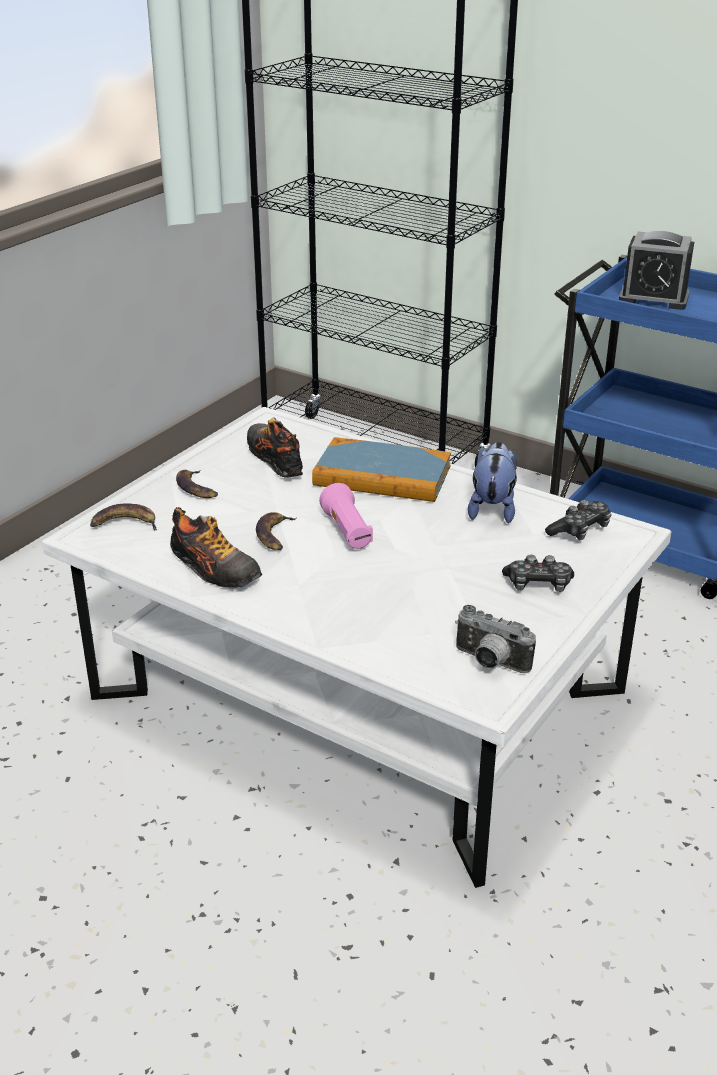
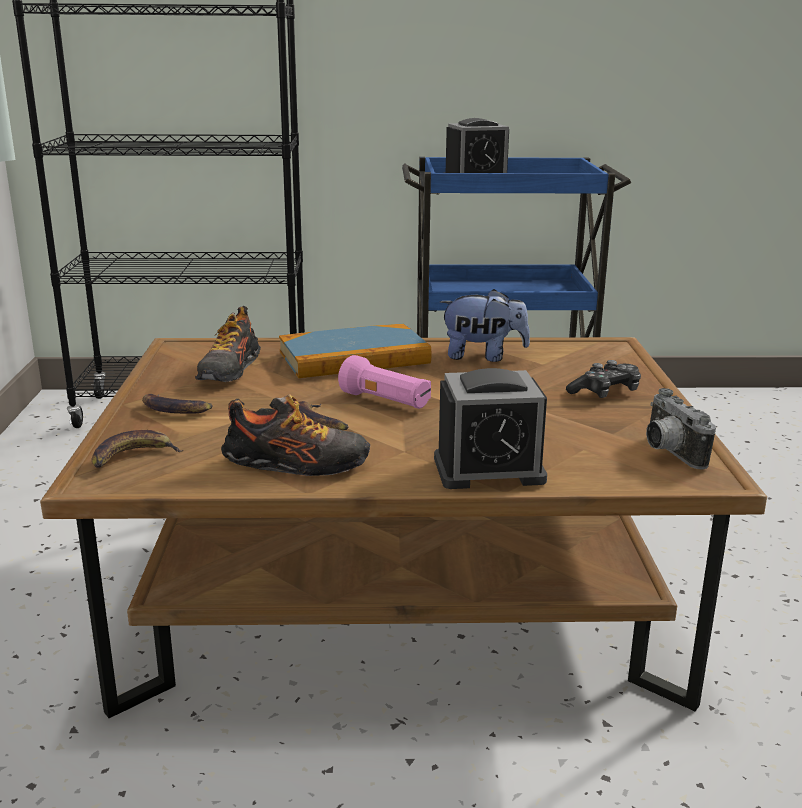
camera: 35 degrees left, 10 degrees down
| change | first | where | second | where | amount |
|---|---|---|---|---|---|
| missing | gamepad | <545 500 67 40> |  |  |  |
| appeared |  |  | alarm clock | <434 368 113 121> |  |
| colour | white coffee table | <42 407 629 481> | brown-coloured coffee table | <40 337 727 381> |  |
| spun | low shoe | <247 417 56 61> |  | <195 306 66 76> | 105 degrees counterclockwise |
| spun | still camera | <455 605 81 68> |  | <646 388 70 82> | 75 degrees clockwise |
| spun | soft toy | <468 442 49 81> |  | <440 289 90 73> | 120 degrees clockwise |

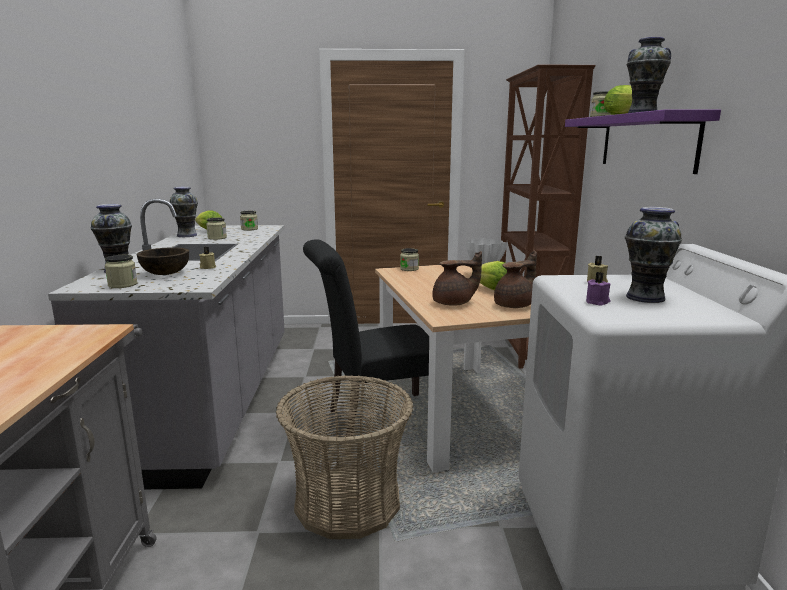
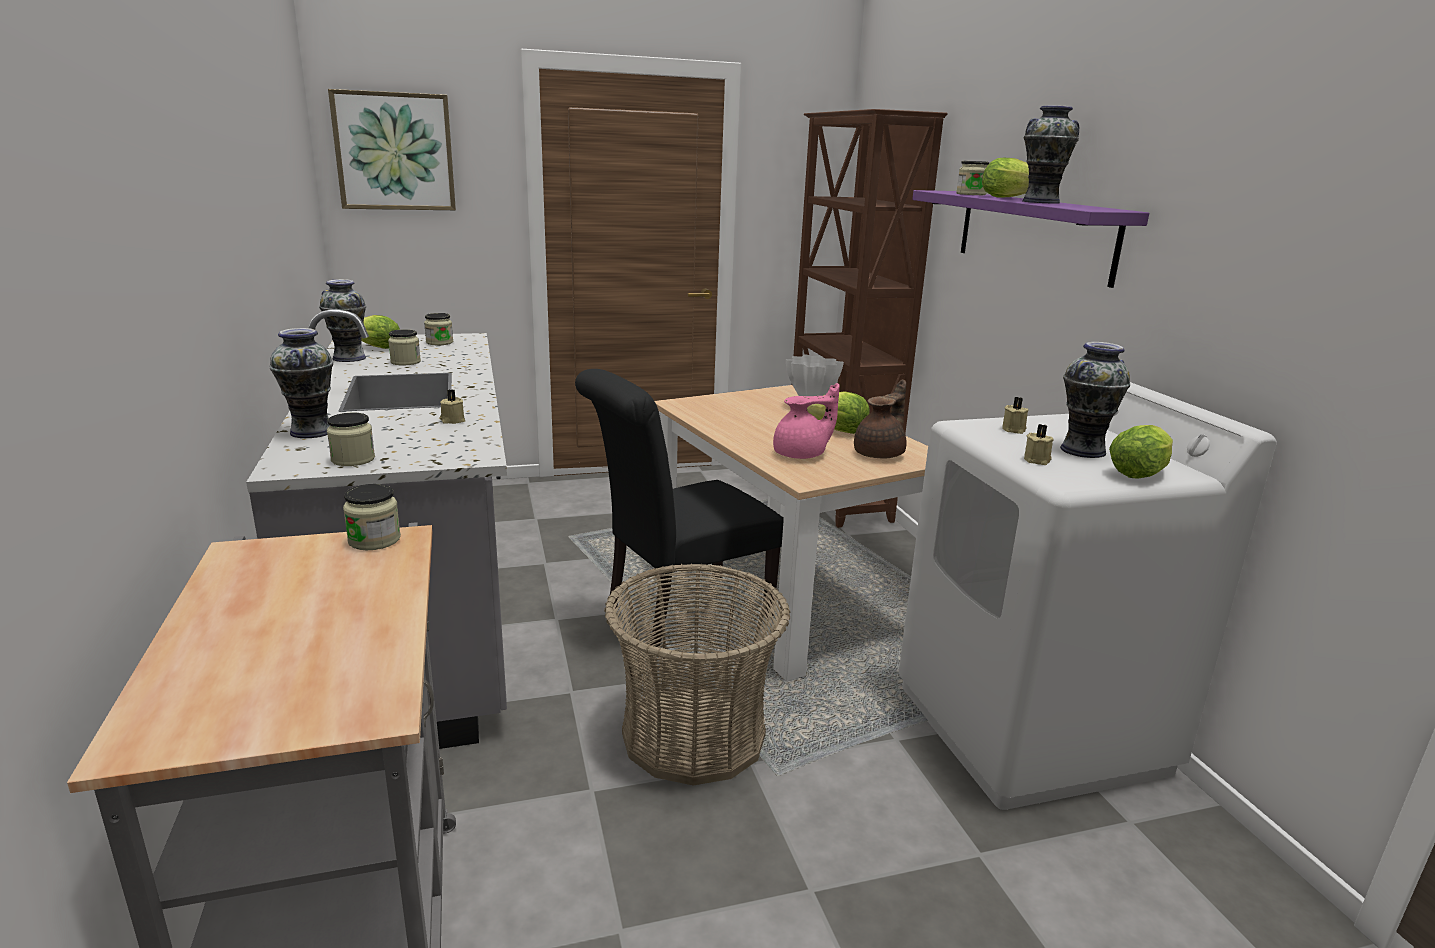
camera: 15 degrees left, 5 degrees up
| change | first | where | second | where | amount |
|---|---|---|---|---|---|
| missing | brown-coloured serving bowl | <136 247 53 28> |  |  |  |
| appeared |  |  | wall art | <328 89 128 121> |  |
| appeared |  |  | lettuce | <1109 425 64 54> |  |
| relocated | jar | <400 248 19 23> |  | <343 484 58 66> |  |
| colour | brown-coloured pot for tea | <432 251 50 55> | pink-coloured pot for tea | <773 383 66 76> |  |
| colour | purple-coloured wax candle | <586 272 25 34> | beige-coloured wax candle | <1024 424 30 41> |  |

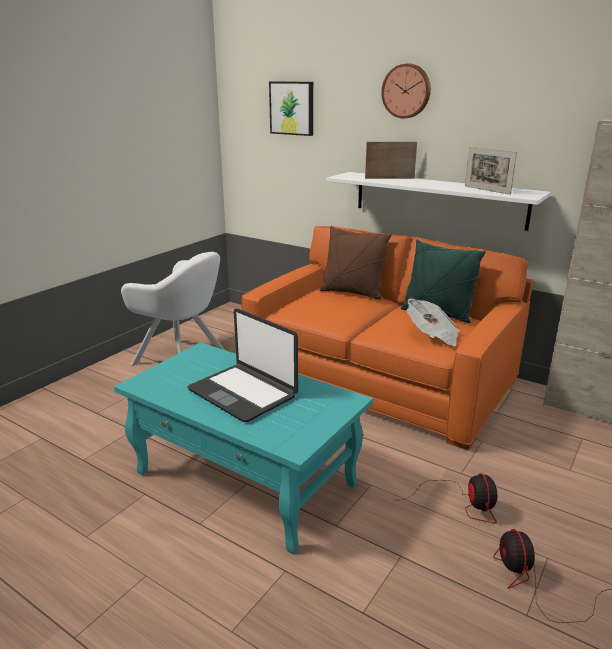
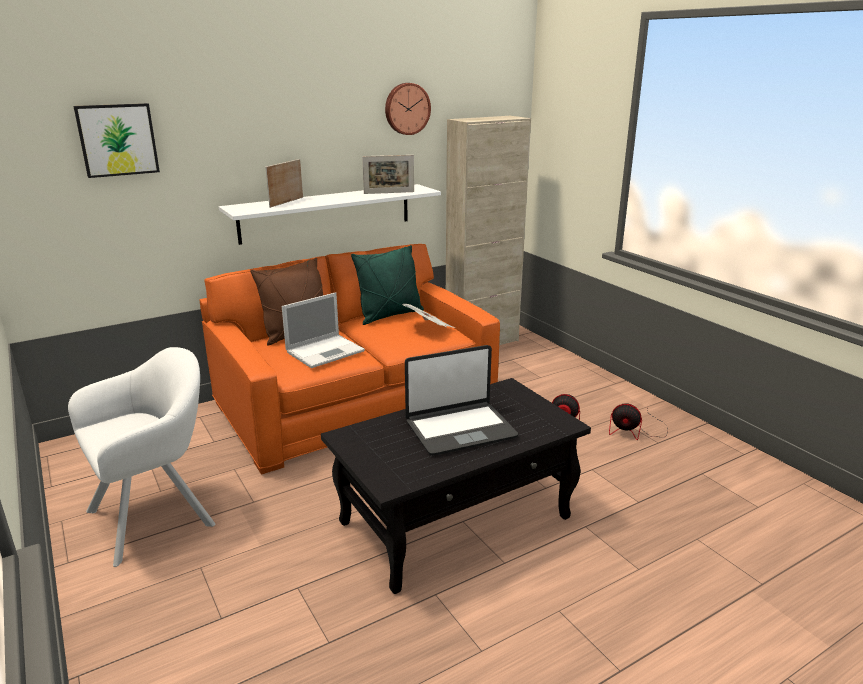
camera: 65 degrees left, 0 degrees up
| change | first | where | second | where | amount |
|---|---|---|---|---|---|
| appeared |  |  | laptop | <282 292 83 76> |  |
| relocated | hanging clock | <381 64 50 54> |  | <385 83 46 52> |  |
| colour | turquoise-coloured coffee table | <114 342 259 212> | black coffee table | <321 378 270 216> |  |

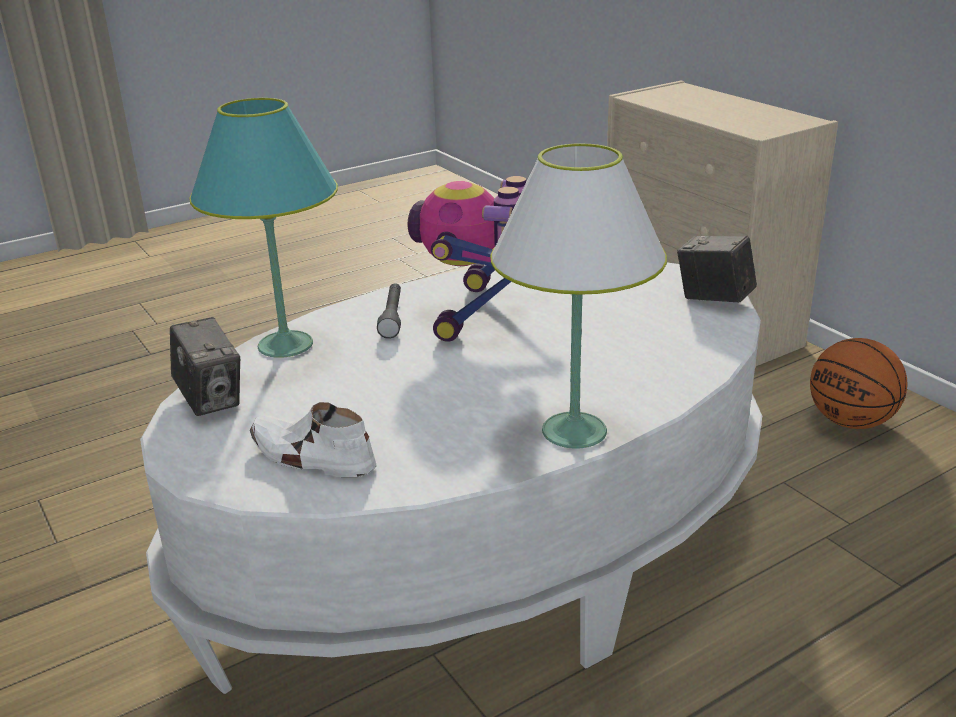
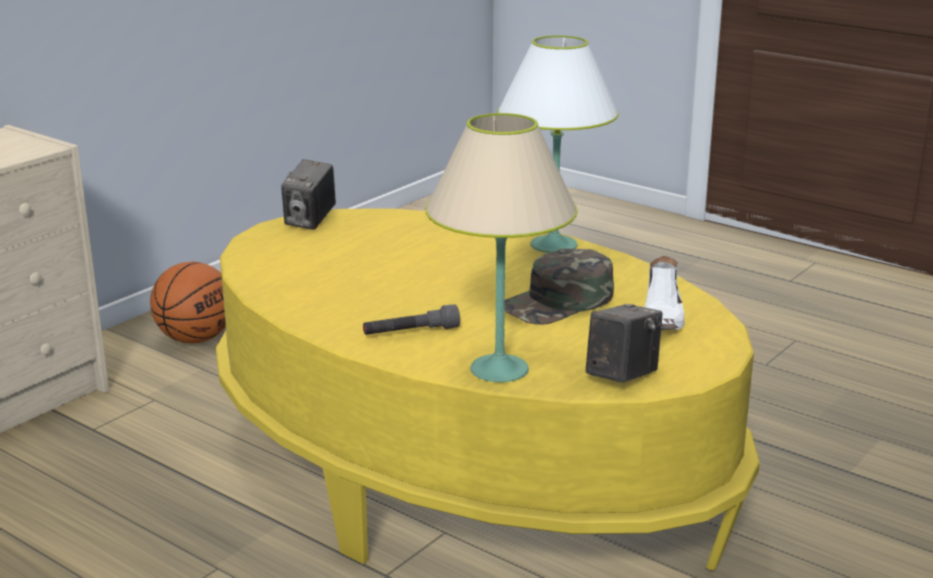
camera: 110 degrees left, 5 degrees down
| change | first | where | second | where | amount |
|---|---|---|---|---|---|
| missing | toy robot | <408 176 119 166> |  |  |  |
| appeared |  |  | greenish cap | <504 248 110 77> |  |
| colour | white coffee table | <140 262 622 432> | yellow-coloured coffee table | <216 208 544 362> |  |
| colour | turquoise-coloured tabletop lamp | <189 98 149 260> | beige-coloured tabletop lamp | <426 113 152 269> |  |

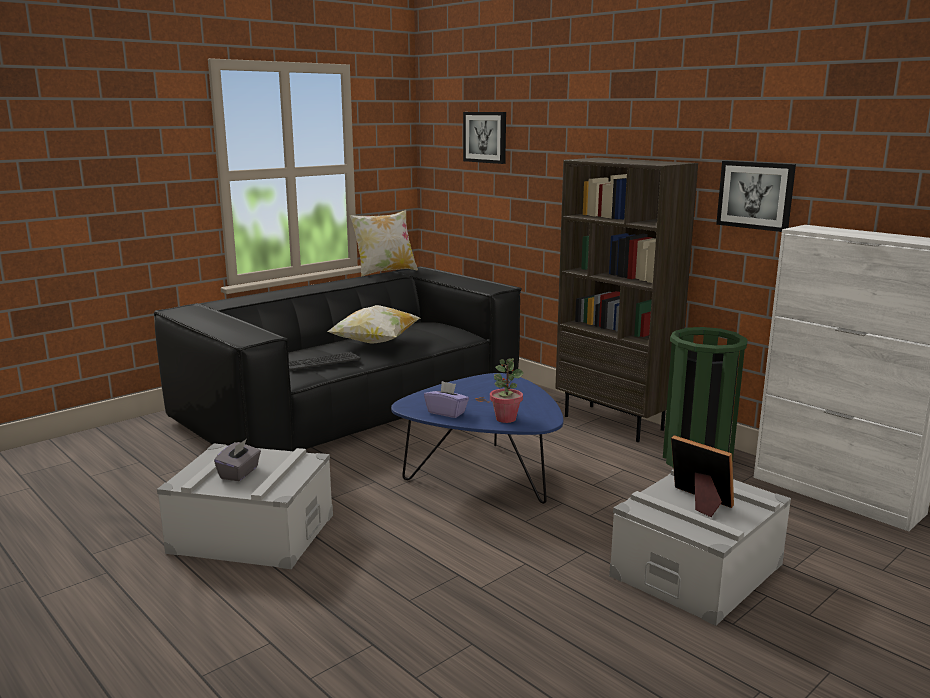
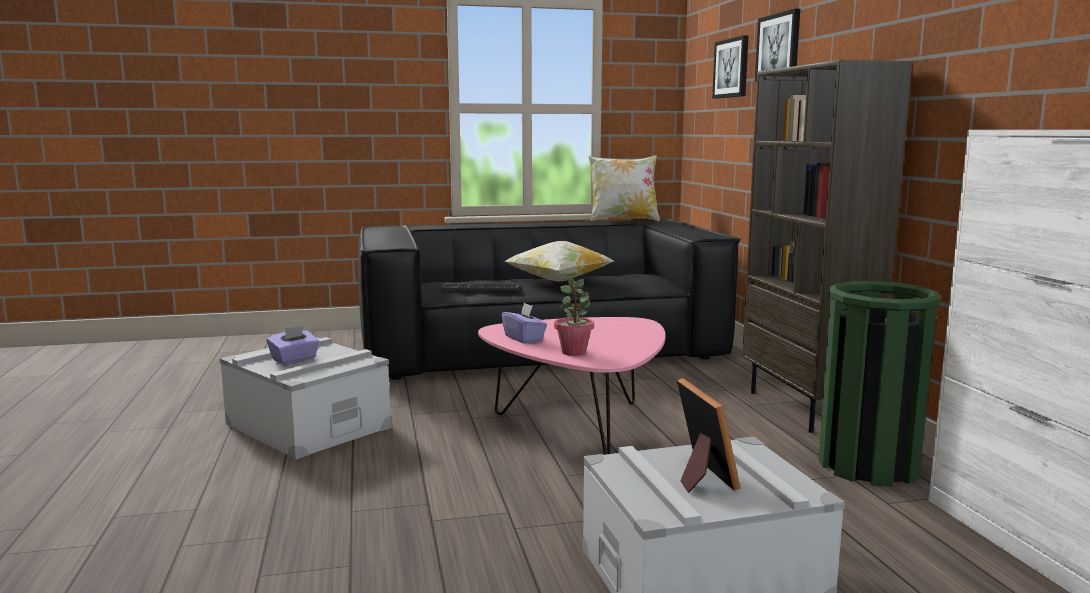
camera: 30 degrees right, 5 degrees down
| change | first | where | second | where | amount |
|---|---|---|---|---|---|
| relocated | wall art | <716 161 80 71> |  | <755 9 45 73> |  |
| colour | grey box of tissues | <214 439 47 42> | purple-coloured box of tissues | <267 325 53 39> |  |
| colour | blue coffee table | <391 373 172 131> | pink-coloured coffee table | <478 317 187 138> |  |

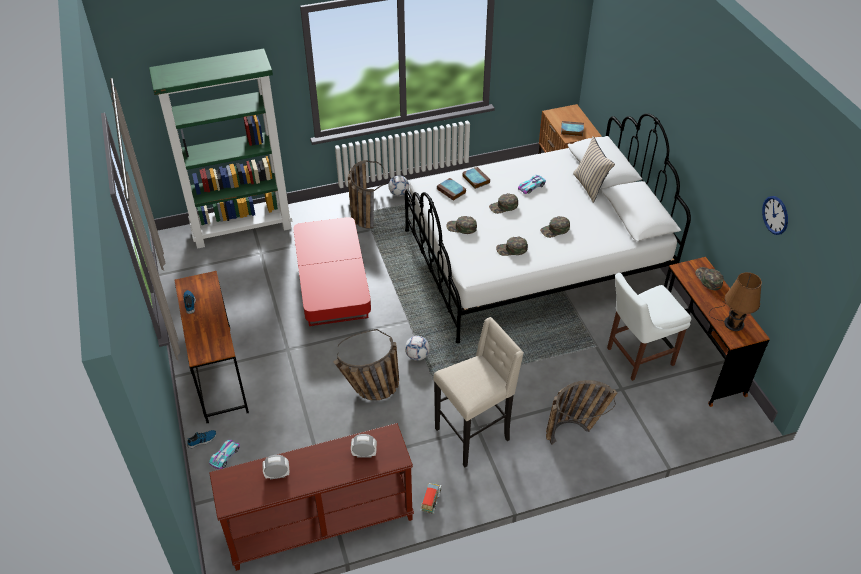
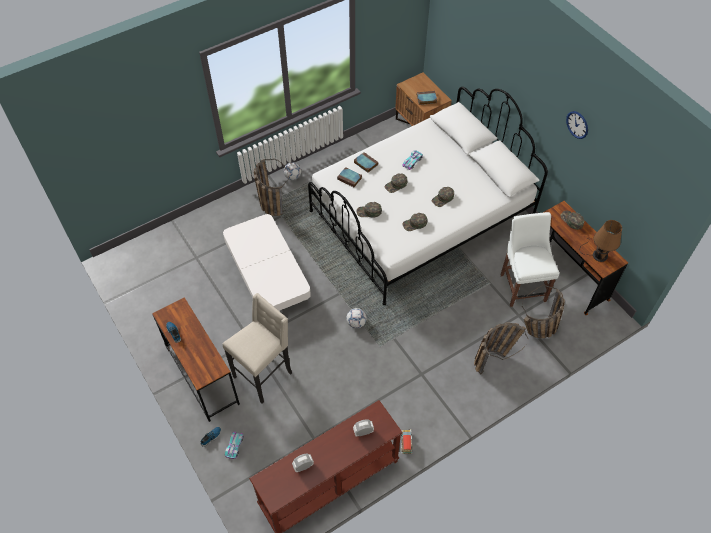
camera: 15 degrees left, 10 degrees up
| change | first | where | second | where | amount |
|---|---|---|---|---|---|
| missing | greenish bookcase | <149 49 143 200> |  |  |  |
| missing | beige-coloured cushion | <573 136 42 67> |  |  |  |
| relocated | basket | <333 329 66 72> |  | <522 285 43 53> |  |
| relocated | beige-coloured stool | <433 317 91 150> |  | <222 293 70 111> |  |
| relocated | hanging clock | <762 196 26 39> |  | <566 111 22 28> |  |
| colour | red-coloured coffee table | <293 217 78 109> | white coffee table | <223 214 88 97> |  |
| spun | white upright chair | <607 273 84 108> |  | <500 212 59 95> | 120 degrees clockwise |

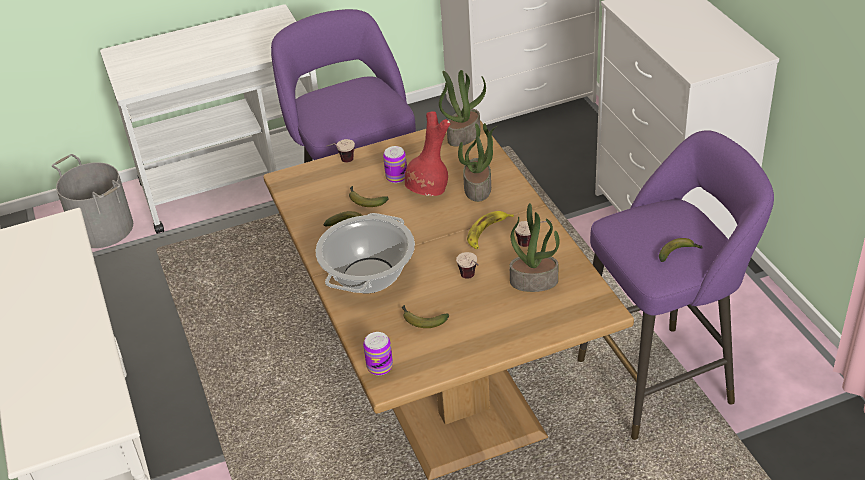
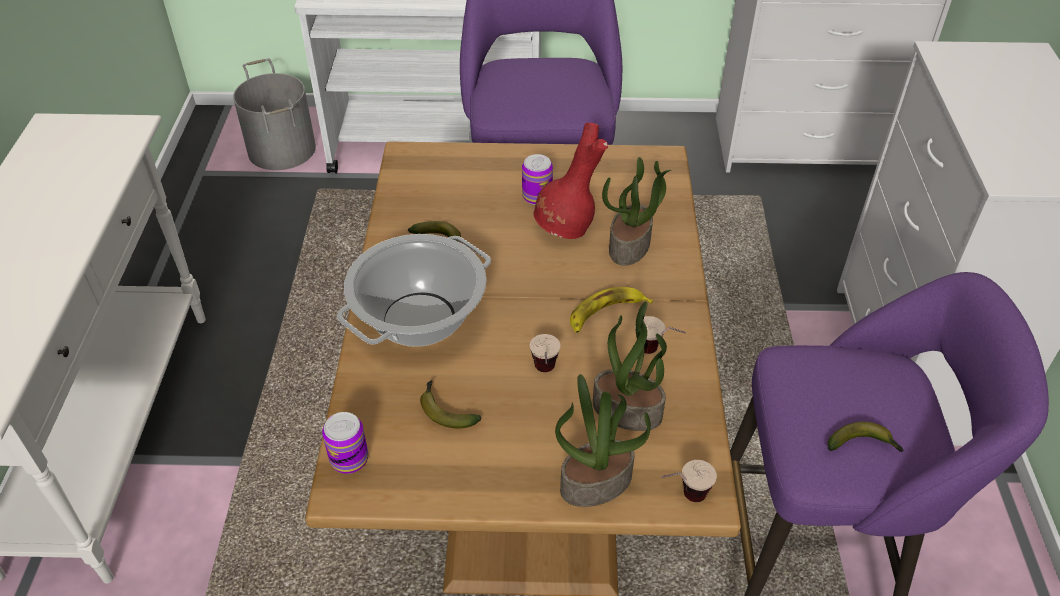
camera: 20 degrees right, 5 degrees up
| change | first | where | second | where | amount |
|---|---|---|---|---|---|
| missing | banana | <349 186 40 21> |  |  |  |
| relocated | small cup | <326 139 29 24> |  | <661 460 56 42> |  |
| relocated | potted plant | <439 70 47 77> |  | <555 374 96 133> |  |

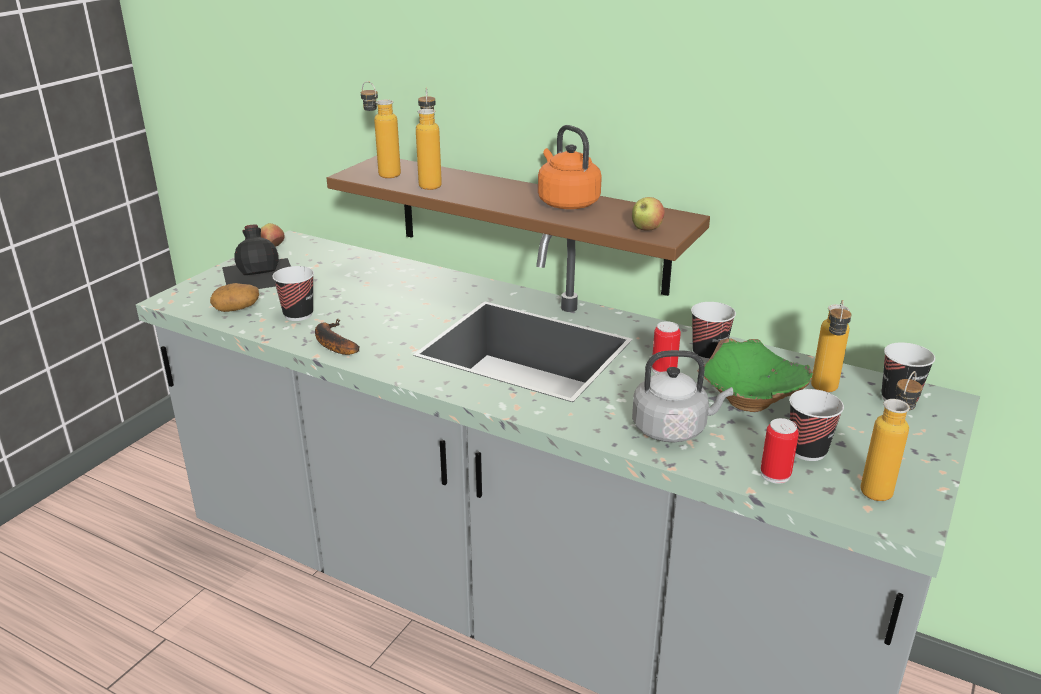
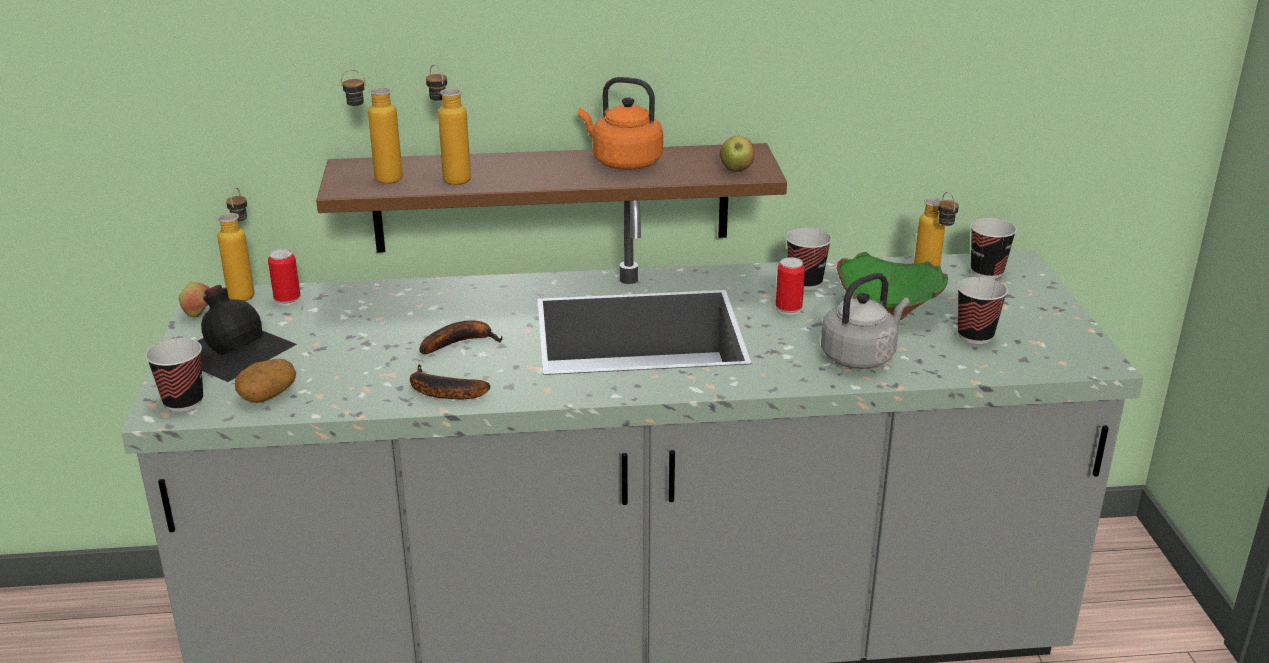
camera: 35 degrees left, 0 degrees up
| change | first | where | second | where | amount |
|---|---|---|---|---|---|
| appeared |  |  | banana | <419 320 84 34> |  |
| relocated | small cup | <272 266 42 55> |  | <145 338 58 74> |  |
| relocated | can | <761 418 38 66> |  | <268 249 33 57> |  |
| relocated | bottle | <861 371 61 130> |  | <218 188 37 113> |  |

